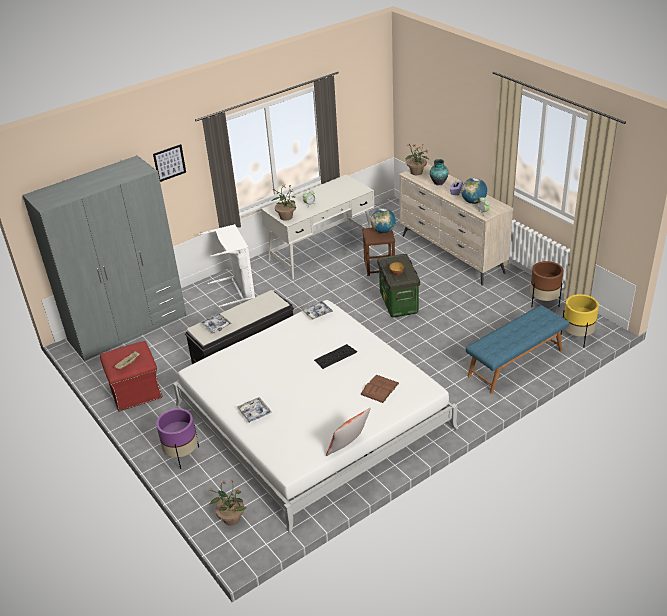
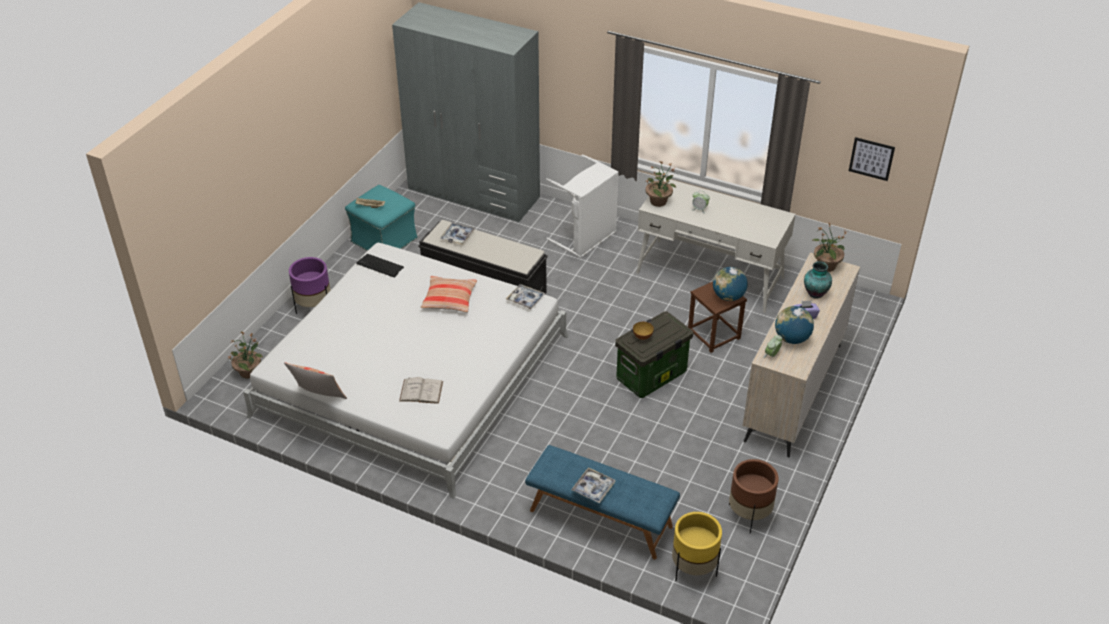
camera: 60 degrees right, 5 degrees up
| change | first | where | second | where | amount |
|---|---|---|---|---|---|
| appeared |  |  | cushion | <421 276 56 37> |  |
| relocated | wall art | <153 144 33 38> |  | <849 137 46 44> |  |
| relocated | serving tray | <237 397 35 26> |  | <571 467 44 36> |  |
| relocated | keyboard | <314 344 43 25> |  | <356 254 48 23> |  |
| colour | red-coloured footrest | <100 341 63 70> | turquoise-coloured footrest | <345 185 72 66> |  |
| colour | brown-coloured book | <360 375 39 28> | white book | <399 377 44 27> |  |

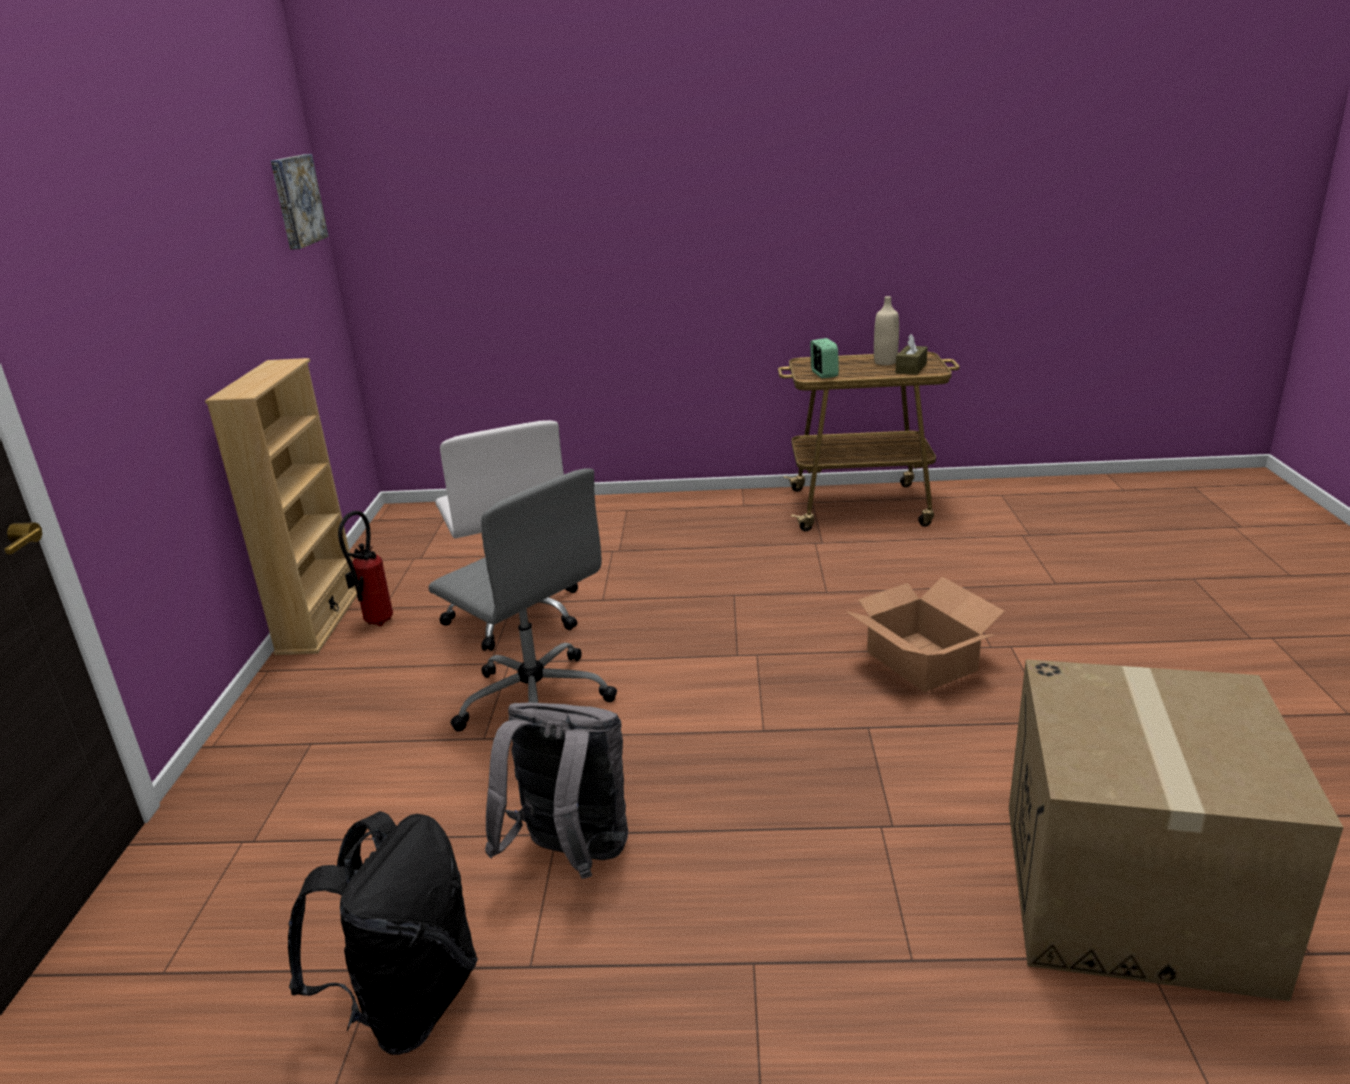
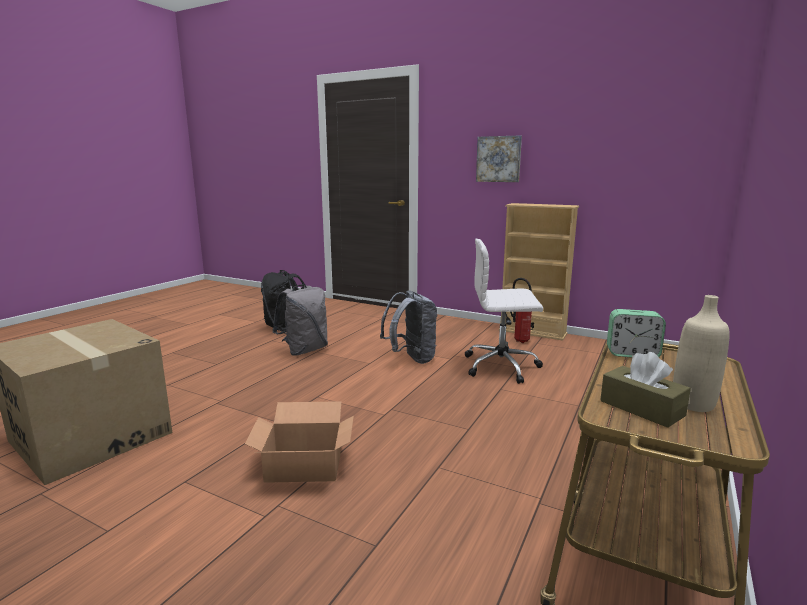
camera: 115 degrees right, 10 degrees down
| change | first | where | second | where | amount |
|---|---|---|---|---|---|
| relocated | wall art | <271 154 58 96> |  | <476 135 46 47> |  |
| exchanged | grey office chair | <429 468 188 264> | grey backpack | <380 290 58 74> |  |

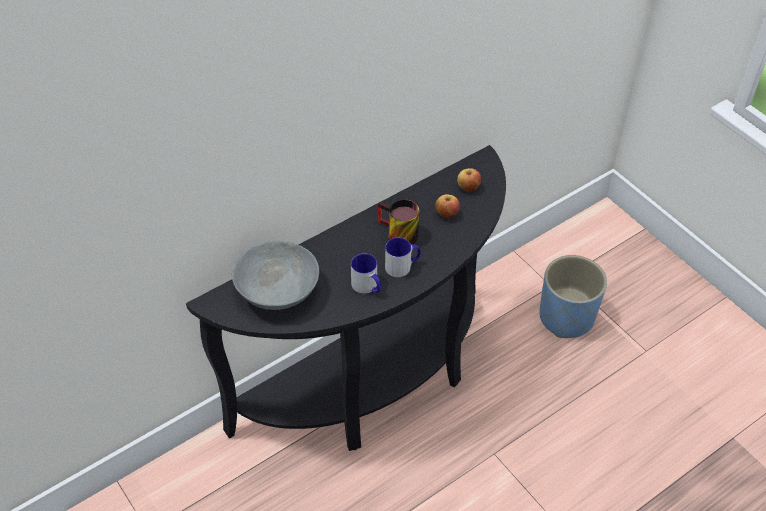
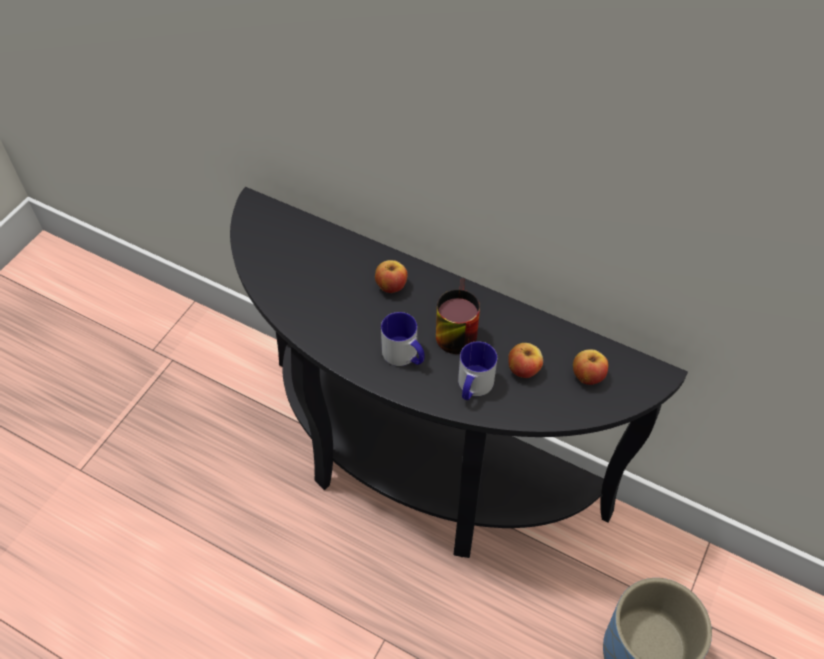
camera: 65 degrees right, 5 degrees up
| change | first | where | second | where | amount |
|---|---|---|---|---|---|
| missing | grey serving bowl | <232 241 87 69> |  |  |  |
| appeared |  |  | apple fruit | <375 260 33 33> |  |
| relocated | tea mug | <351 253 30 41> |  | <458 341 39 59> |  |

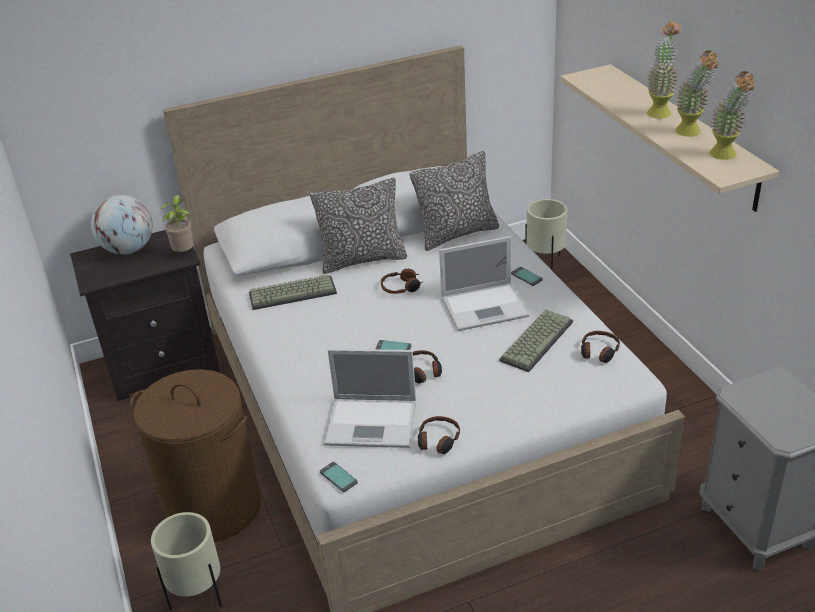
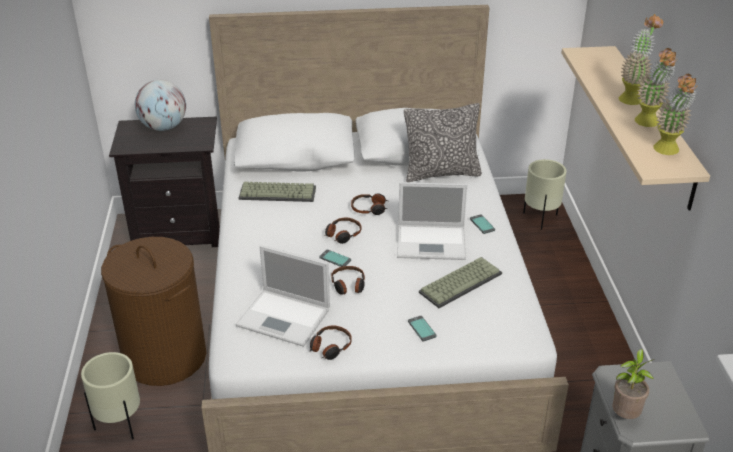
camera: 15 degrees right, 0 degrees up
| change | first | where | second | where | amount |
|---|---|---|---|---|---|
| missing | cushion | <310 178 97 96> |  |  |  |
| relocated | potted plant | <160 195 34 57> |  | <612 349 42 70> |  |
| relocated | telephone | <320 462 38 30> |  | <408 316 28 26> |  |
| relocated | headphones | <581 331 39 32> |  | <325 217 36 27> |  |

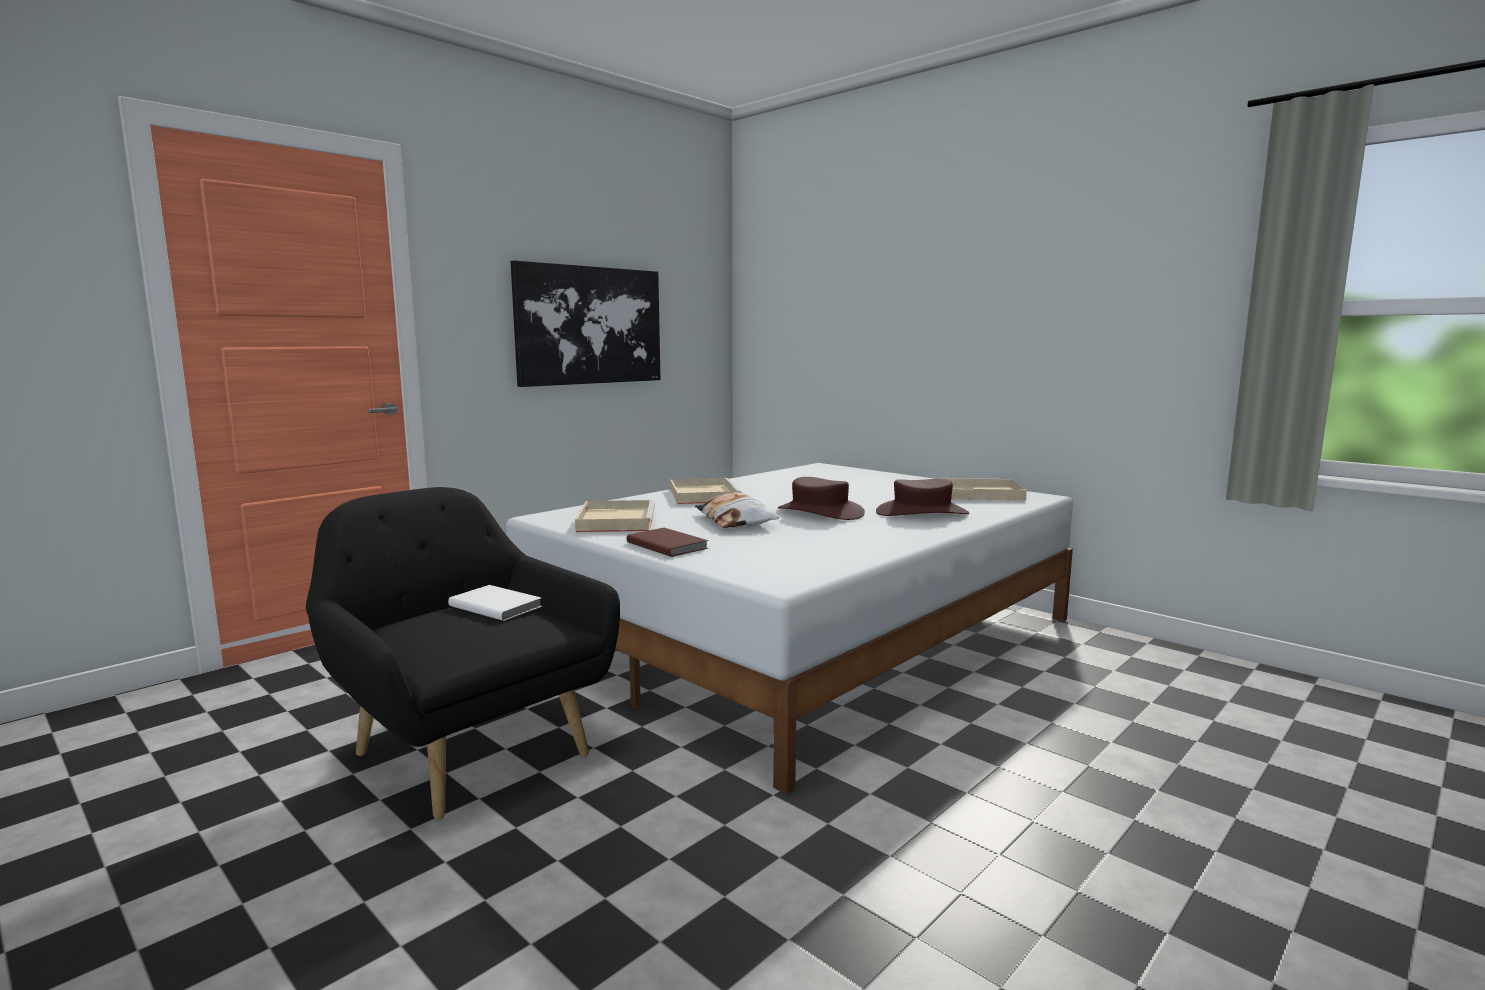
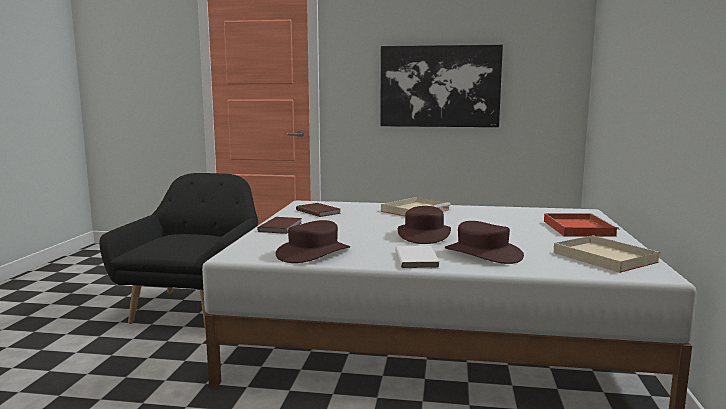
camera: 55 degrees right, 0 degrees up
| change | first | where | second | where | amount |
|---|---|---|---|---|---|
| missing | cushion | <695 492 84 36> |  |  |  |
| appeared |  |  | brown-coloured clothing hat | <275 220 75 43> |  |
| appeared |  |  | red-coloured serving tray | <544 213 75 24> |  |
| relocated | white book | <448 585 94 36> |  | <395 246 45 23> |  |
| exchanged | beige-coloured serving tray | <575 500 80 32> | brown-coloured book | <296 203 45 14> |  |

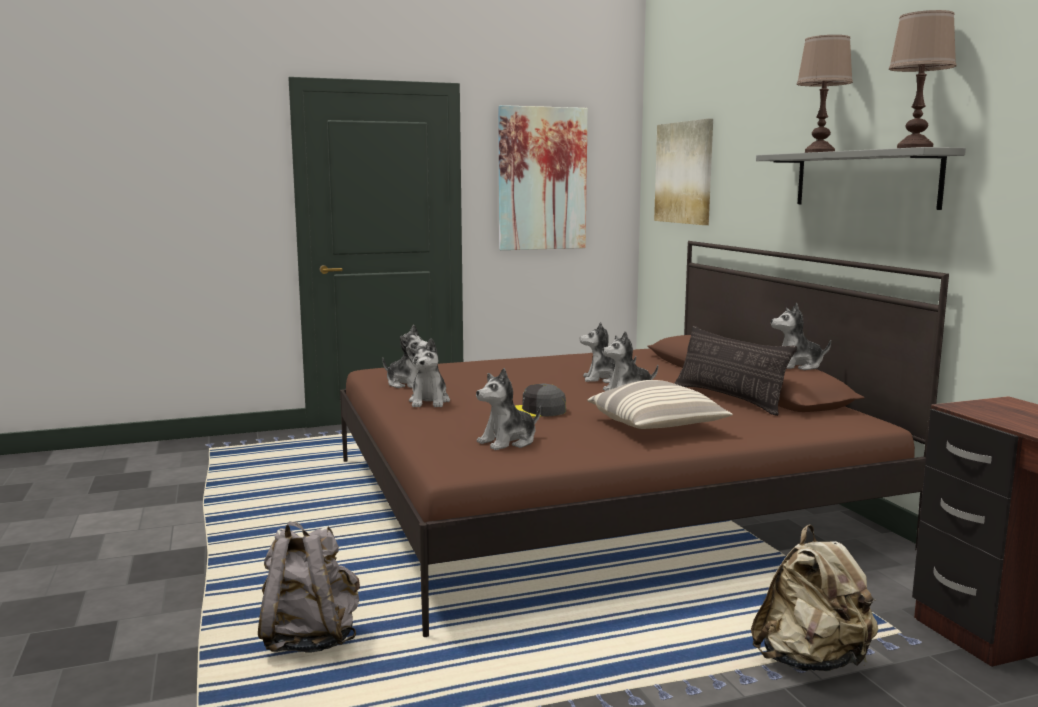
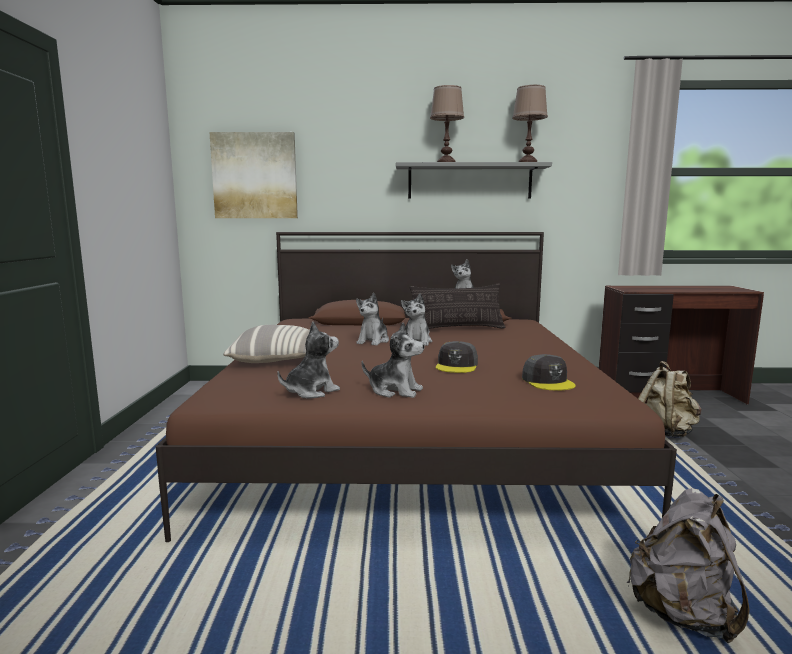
camera: 70 degrees left, 0 degrees up
| change | first | where | second | where | amount |
|---|---|---|---|---|---|
| missing | wall art | <498 105 90 145> |  |  |  |
| relocated | cushion | <588 380 145 49> |  | <223 325 87 38> |  |
| exchanged | soft toy | <476 368 65 82> | grey cap | <522 354 54 36> |  |

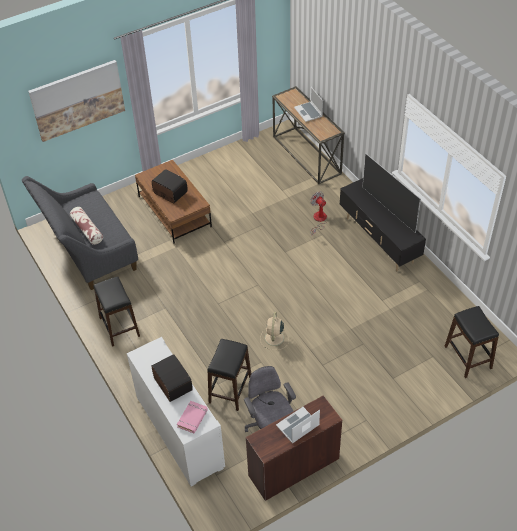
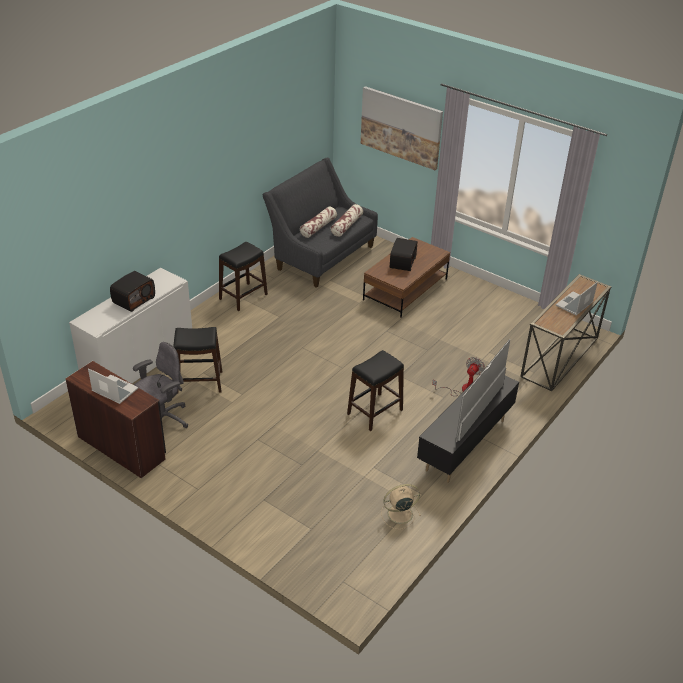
camera: 65 degrees right, 10 degrees down
| change | first | where | second | where | amount |
|---|---|---|---|---|---|
| missing | pink-coloured book | <177 401 31 32> |  |  |  |
| appeared |  |  | cushion | <331 204 32 33> |  |
| relocated | beige-coloured electric fan | <260 312 29 38> |  | <381 484 40 45> |  |
| relocated | black stool | <445 306 54 72> |  | <347 350 57 81> |  |

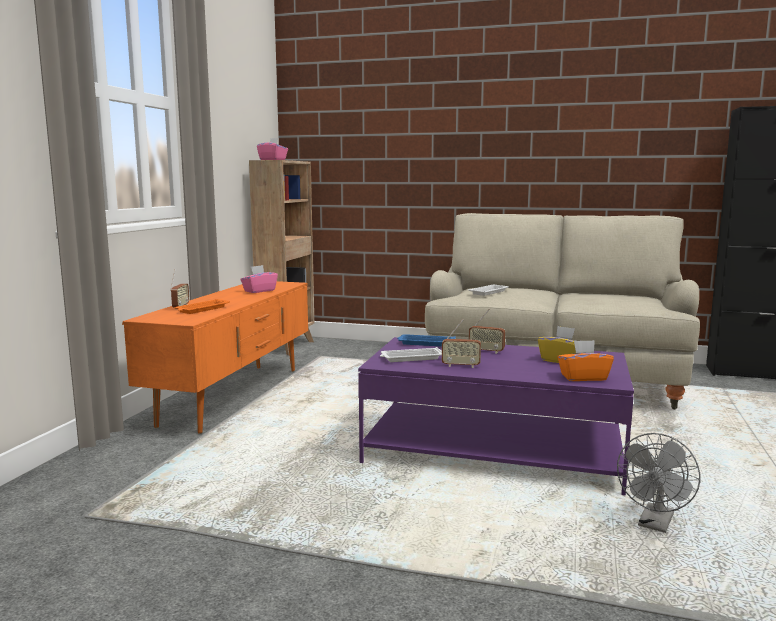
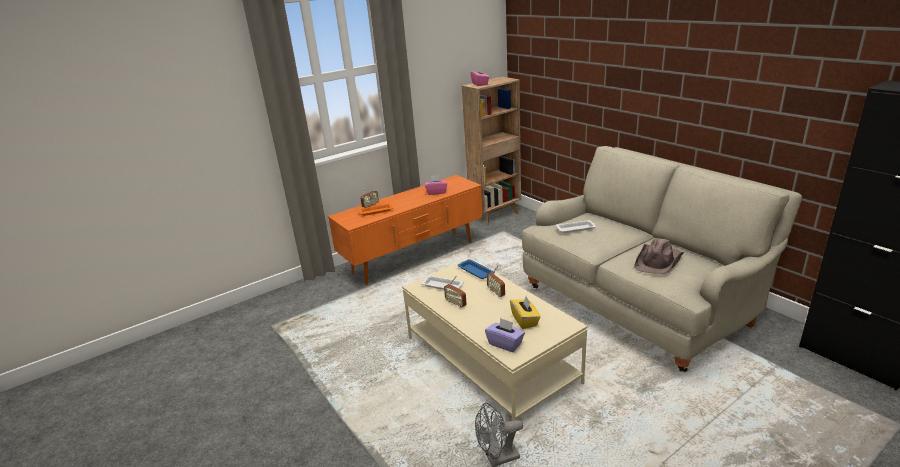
camera: 40 degrees right, 15 degrees up
| change | first | where | second | where | amount |
|---|---|---|---|---|---|
| appeared |  |  | brown-coloured clothing hat | <634 238 50 36> |  |
| colour | purple-coloured coffee table | <358 337 276 159> | beige-coloured coffee table | <402 258 185 163> |  |
| colour | orange box of tissues | <557 340 57 41> | purple-coloured box of tissues | <485 318 40 34> |  |

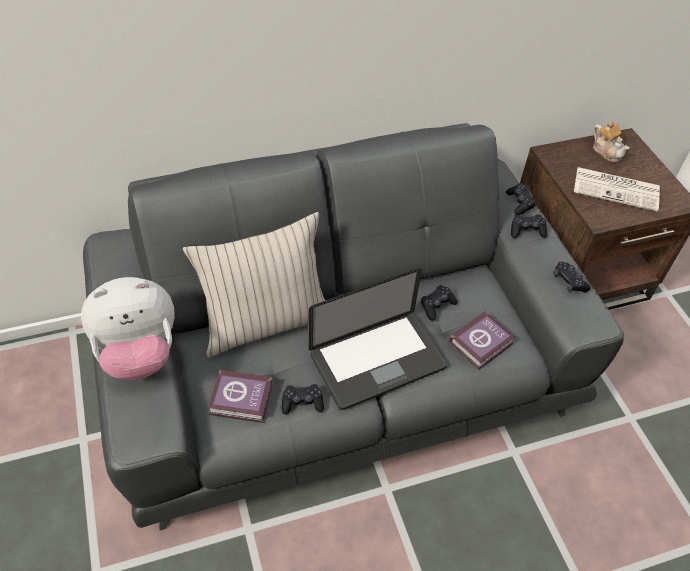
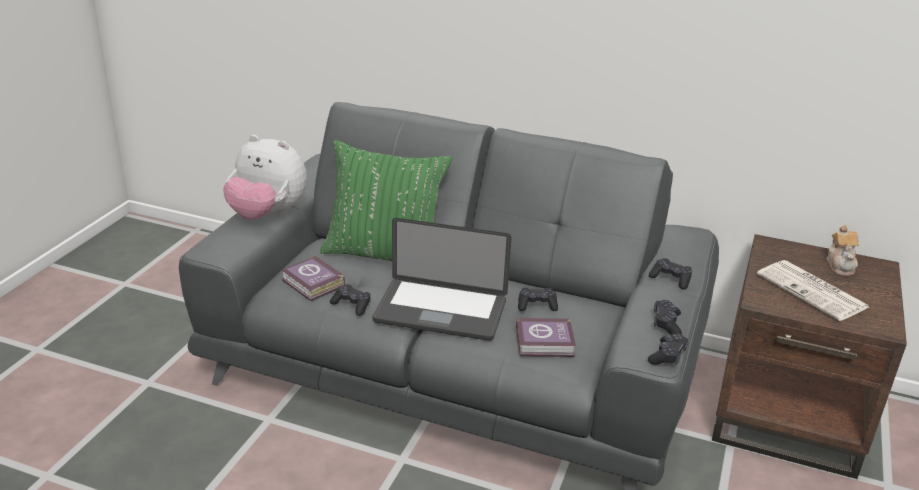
camera: 40 degrees right, 20 degrees down
| change | first | where | second | where | amount |
|---|---|---|---|---|---|
| relocated | black gamepad | <506 183 31 32> |  | <648 333 41 32> |  |
| colour | beige-coloured cushion | <183 212 142 146> | greenish cushion | <320 140 132 121> |  |

